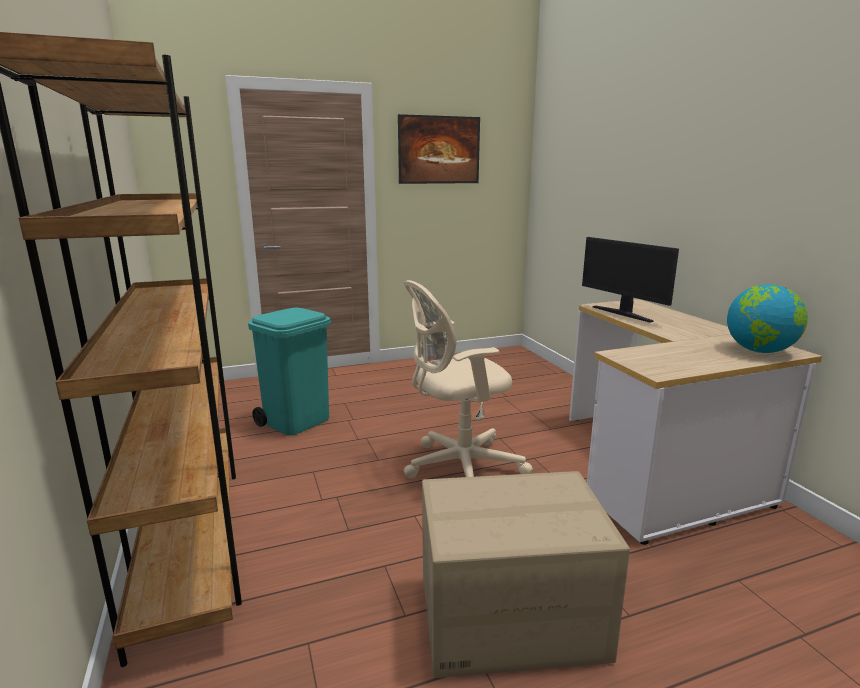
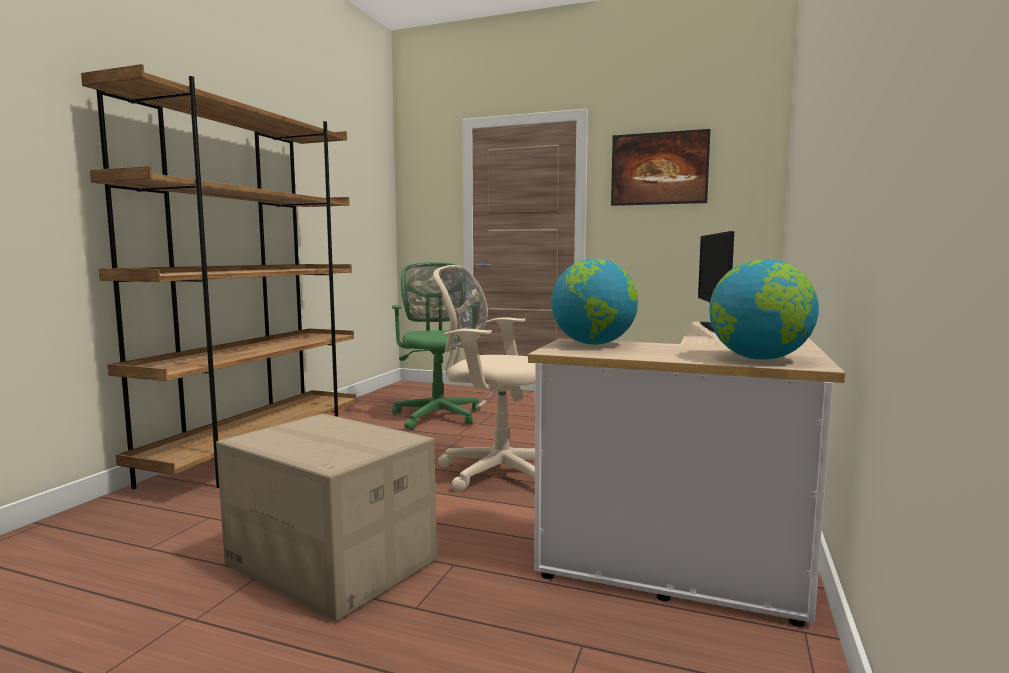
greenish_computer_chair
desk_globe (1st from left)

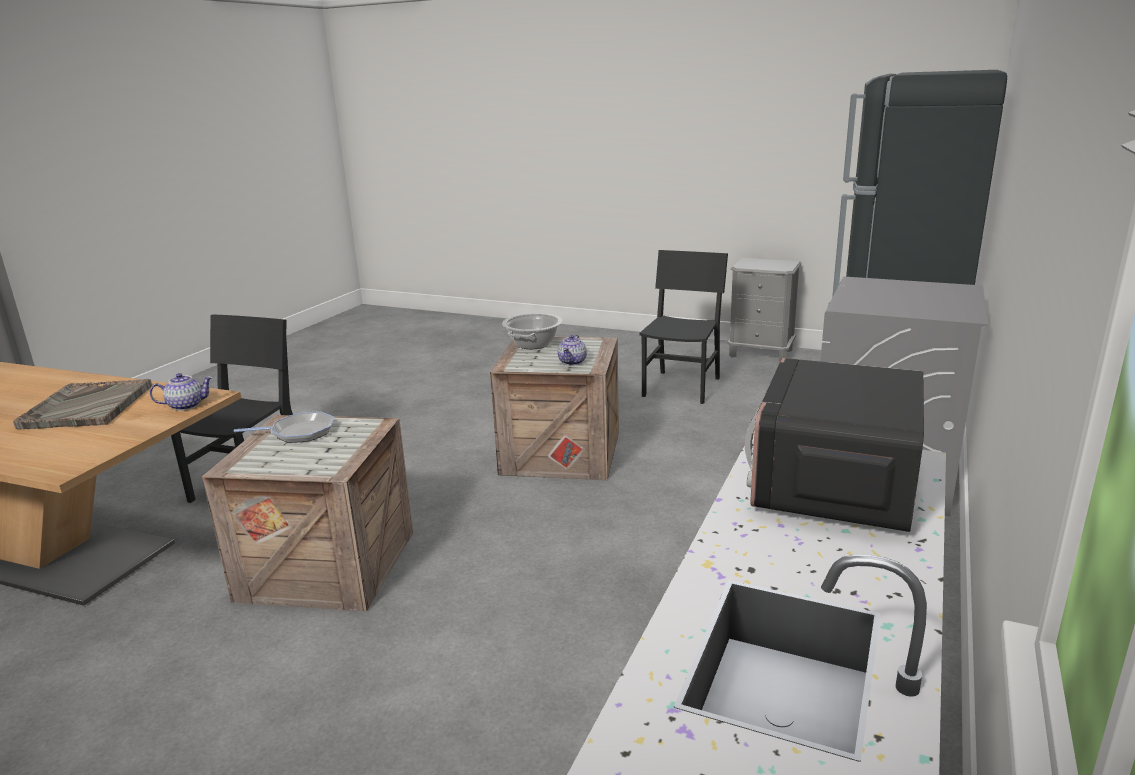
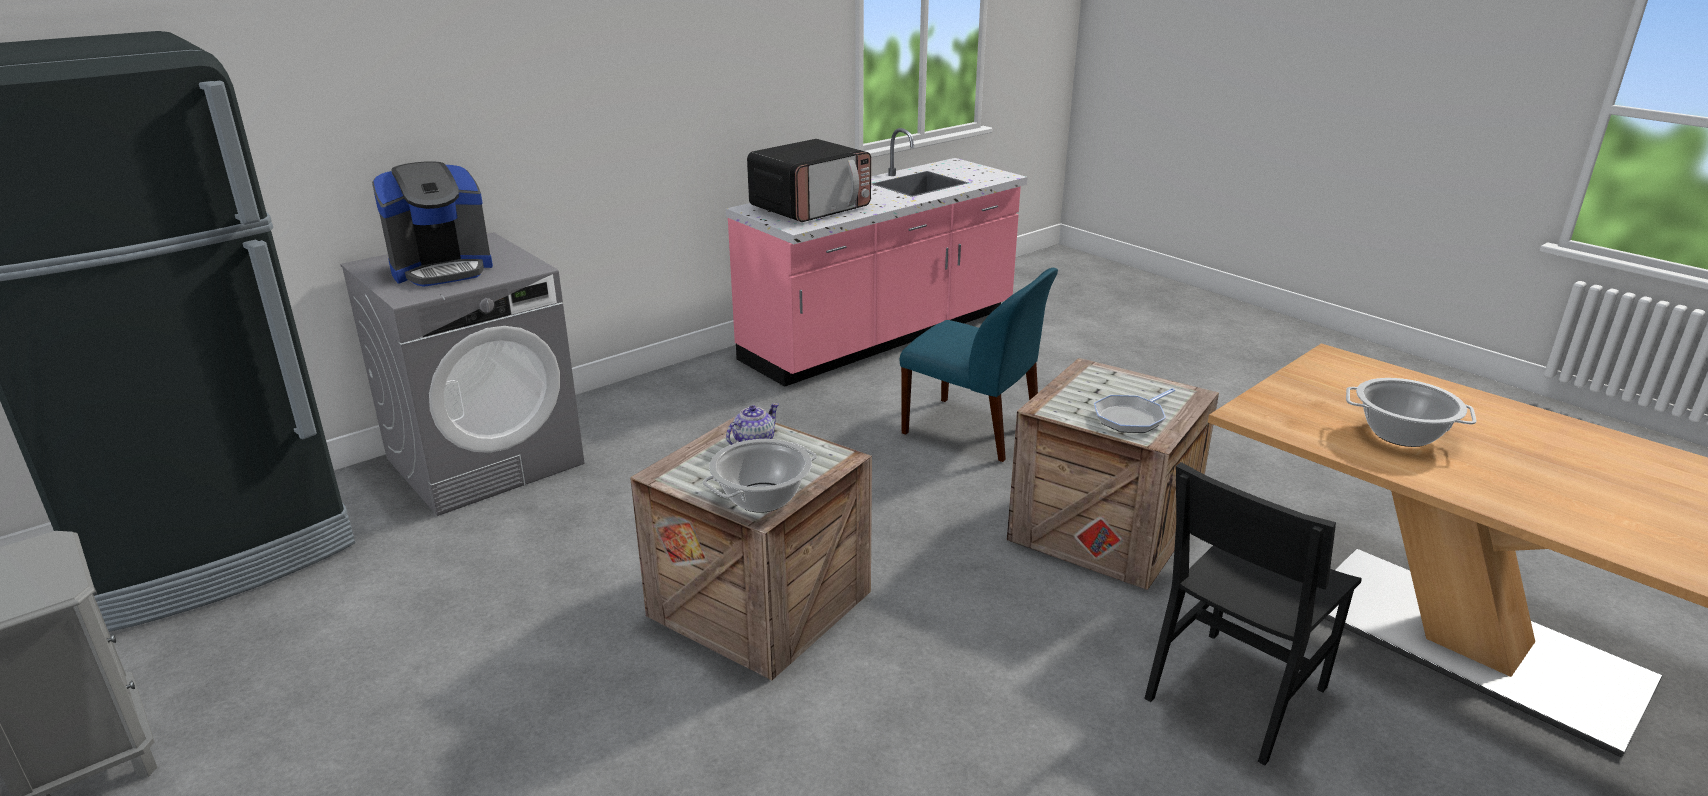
blackish_upright_chair (2nd from left in the first image)
pot_for_tea (1st from left in the first image)
cooking_pot (2nd from left)
skillet
coffee_brewer
bluish_upright_chair

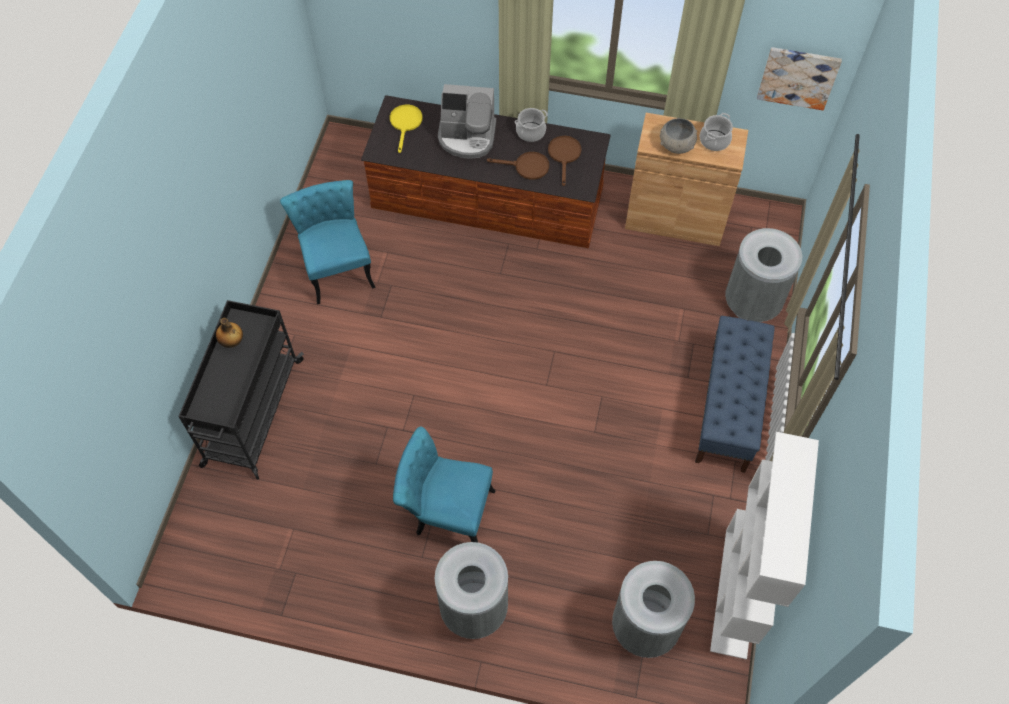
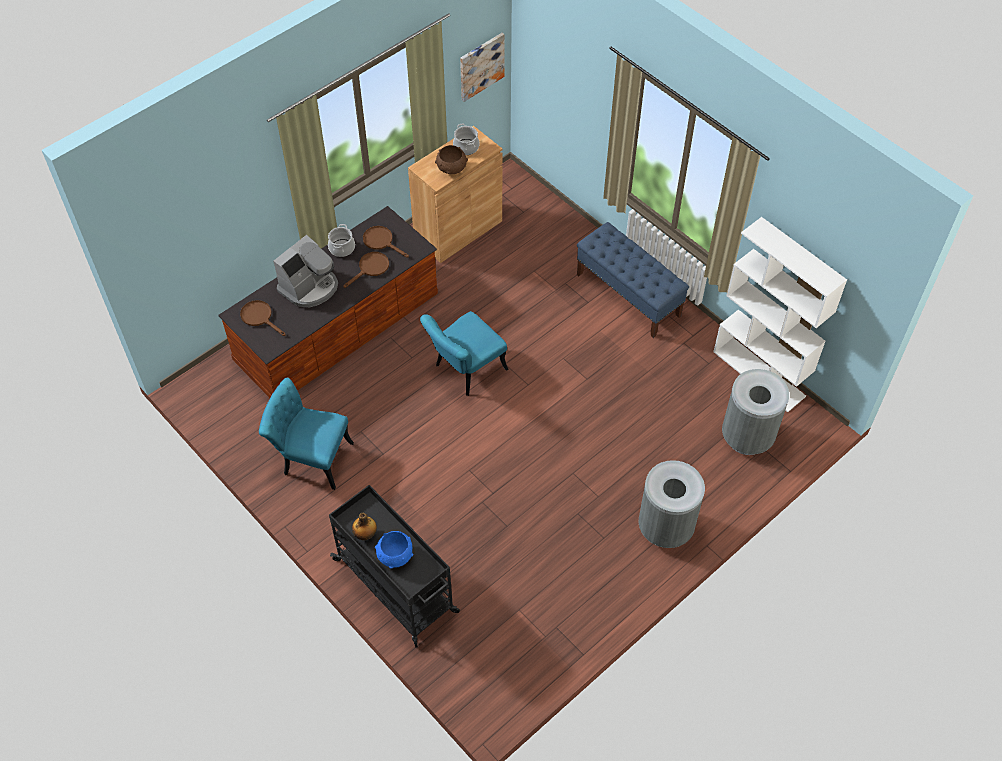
brown-coloured_skillet (1st from left)
brown-coloured_serving_bowl
grey_waste_bin (3rd from left in the first image)
turquoise_upright_chair (2nd from left)
bluish_serving_bowl

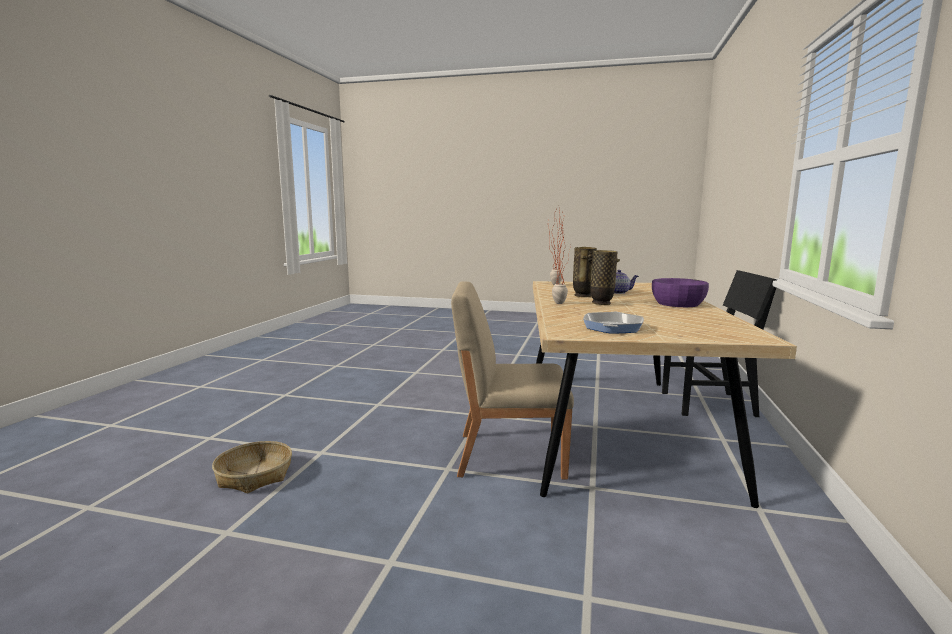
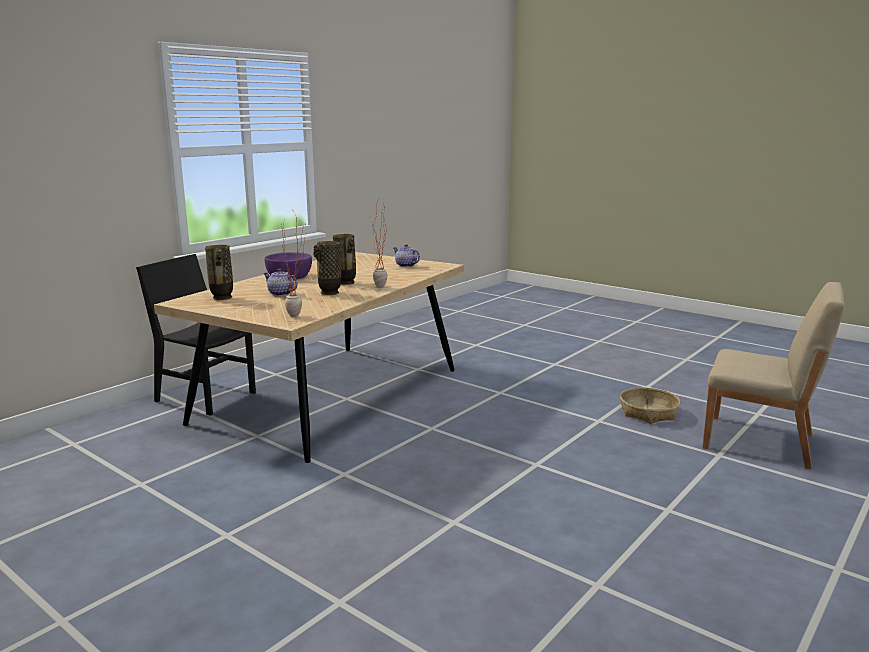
sand-coloured_upright_chair
pot_for_tea (2nd from left)
flower_vase (1st from left)

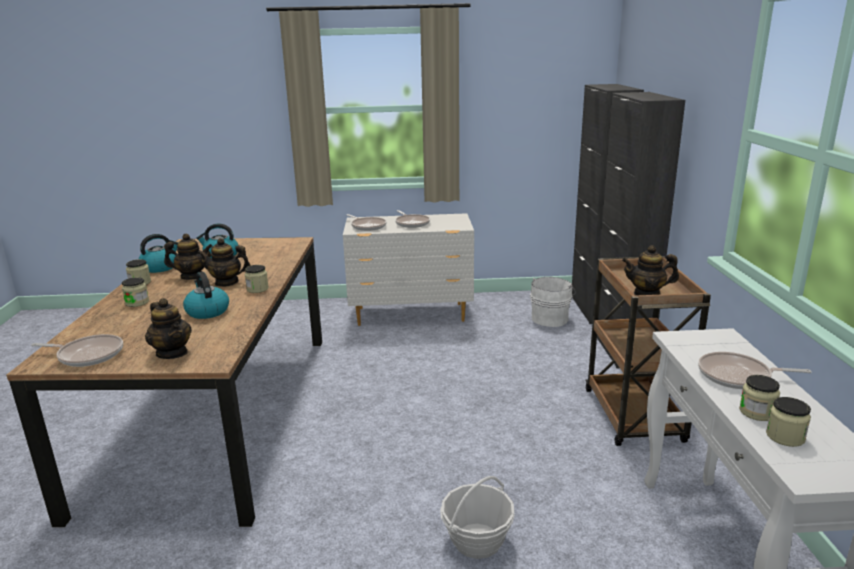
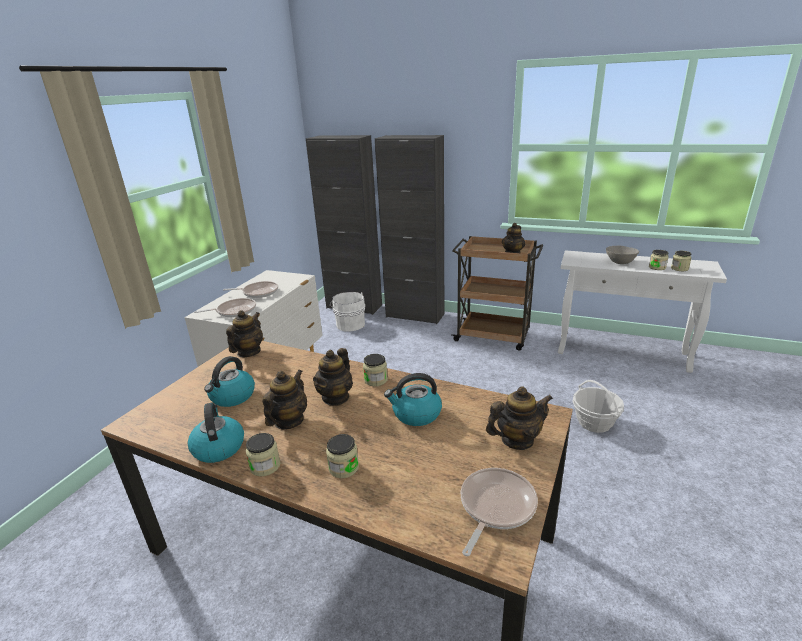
grey_serving_bowl
pot_for_tea (1st from left)

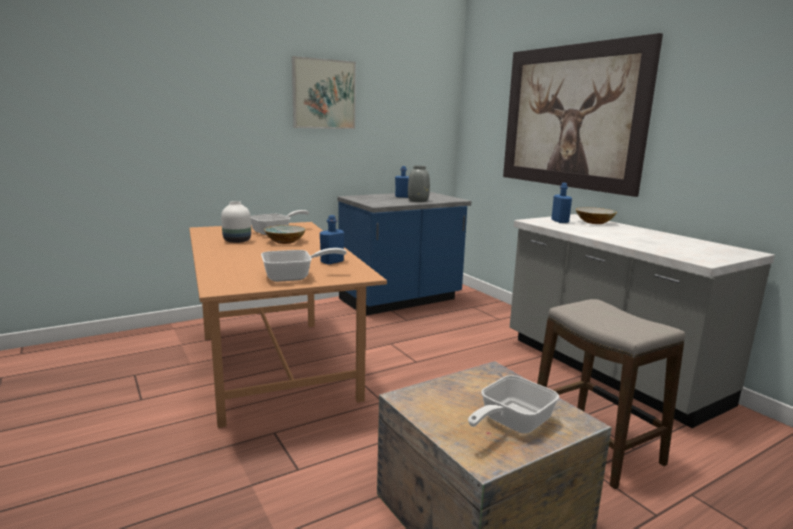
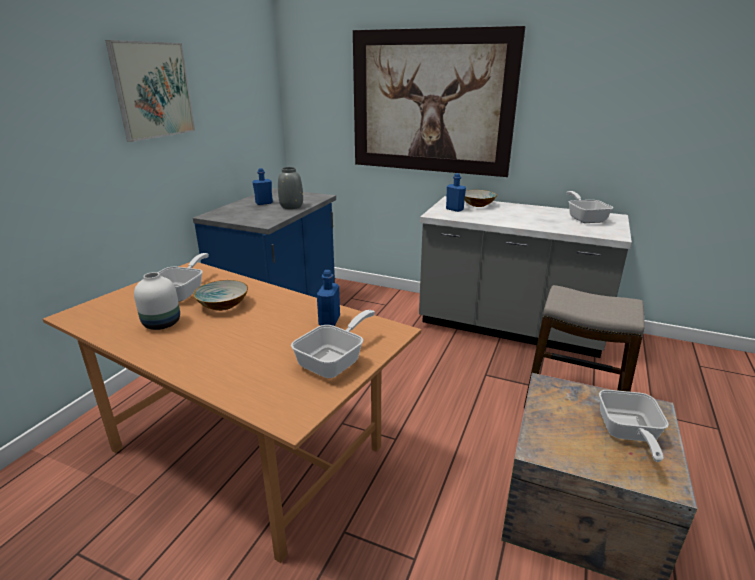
skillet (3rd from left)

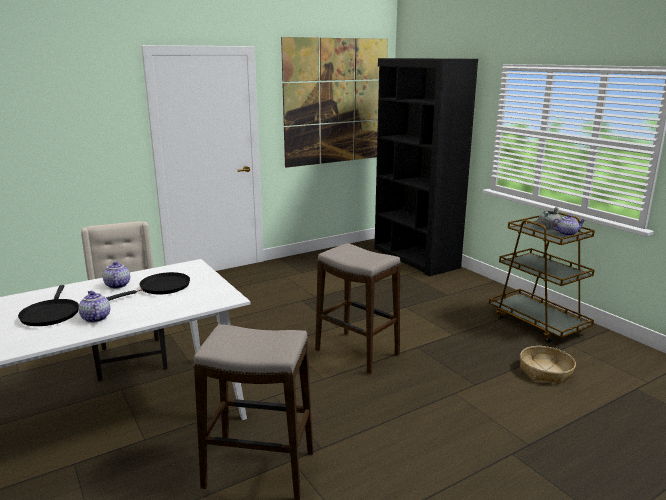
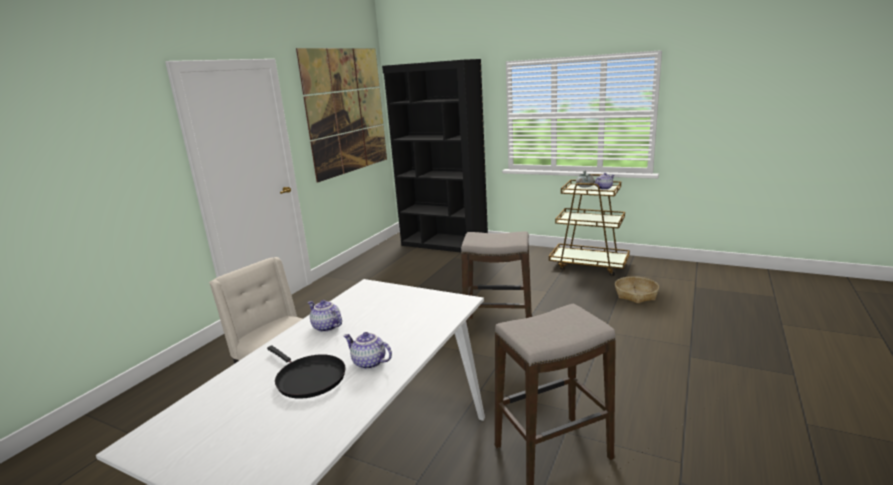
blackish_skillet (2nd from left in the first image)

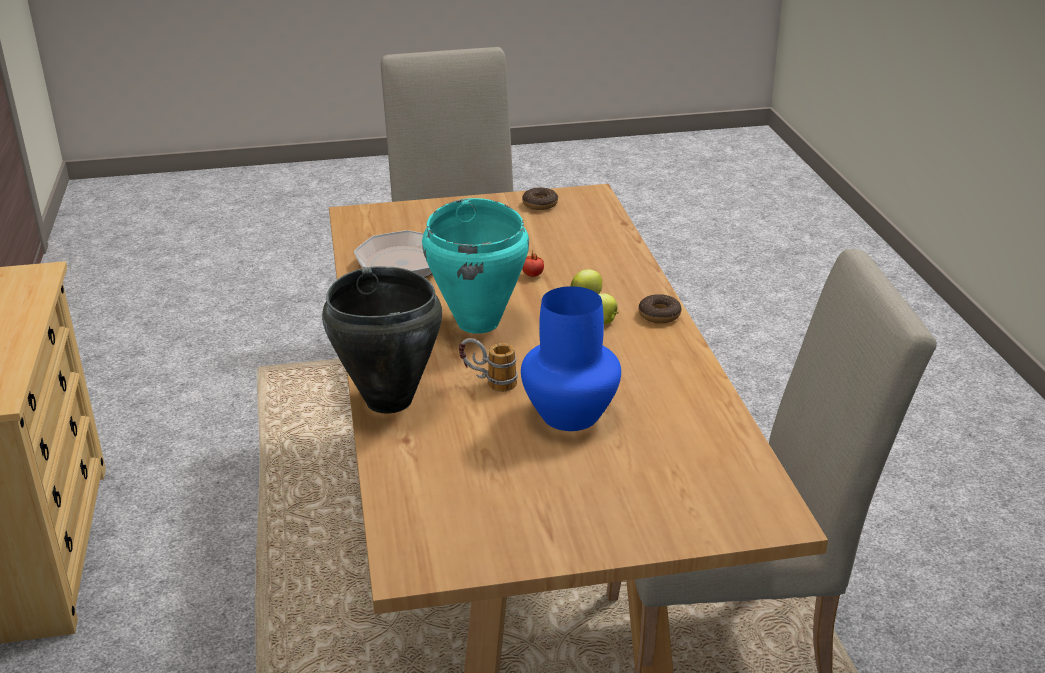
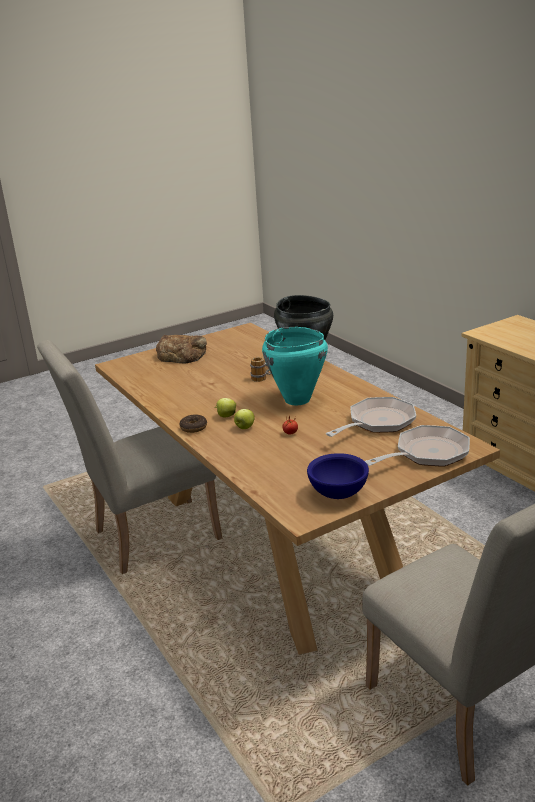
bluish_serving_bowl
bluish_flower_vase
baked_bread
skillet (2nd from left)

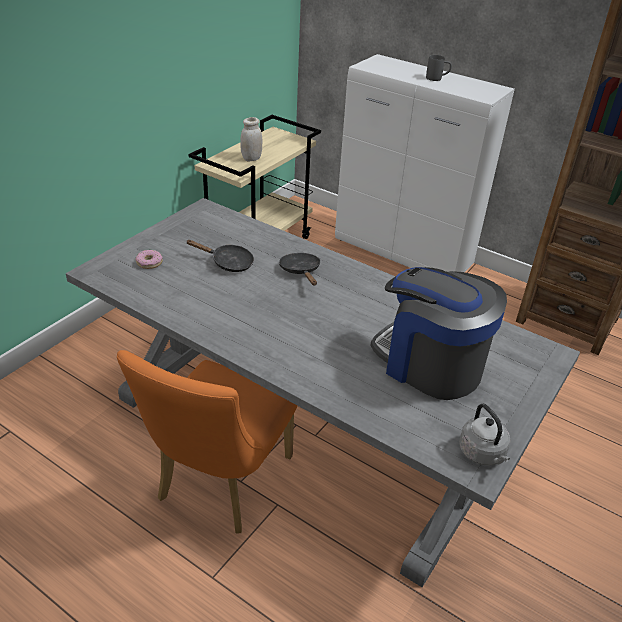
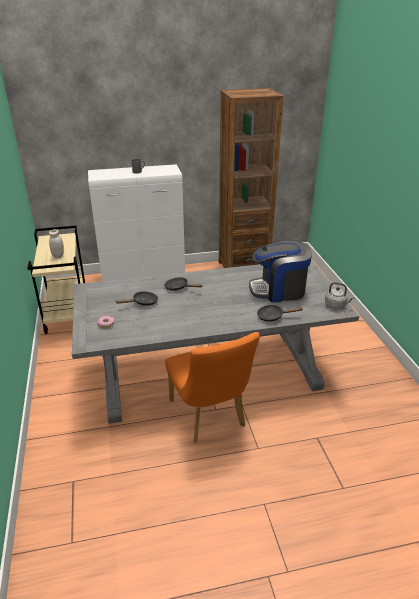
blackish_skillet (3rd from left)

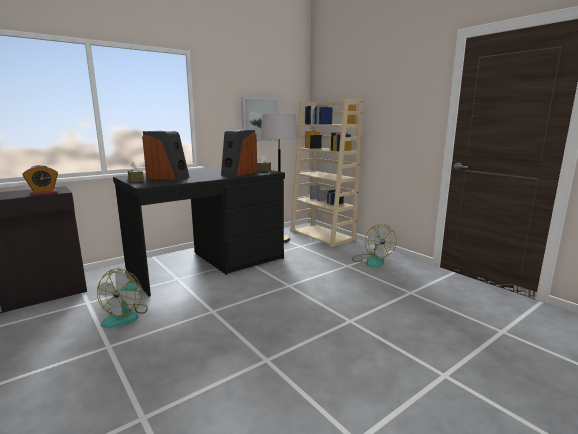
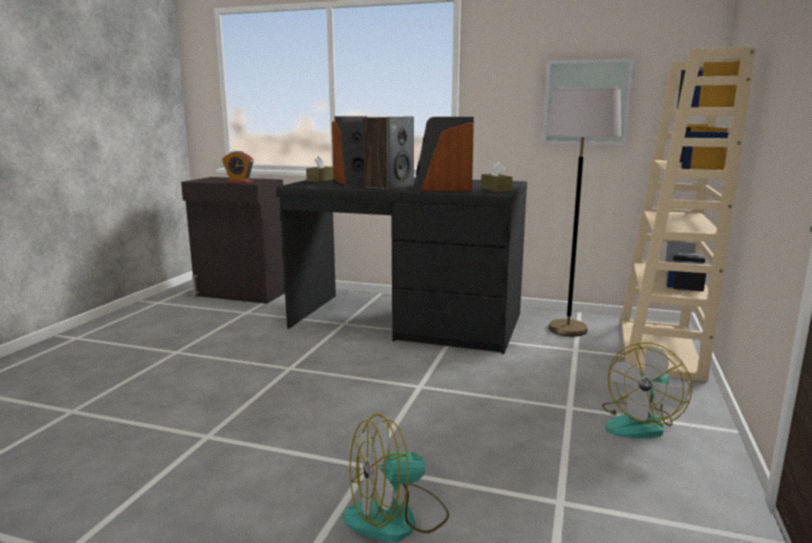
fan (1st from left)
audio_speaker (2nd from left)

